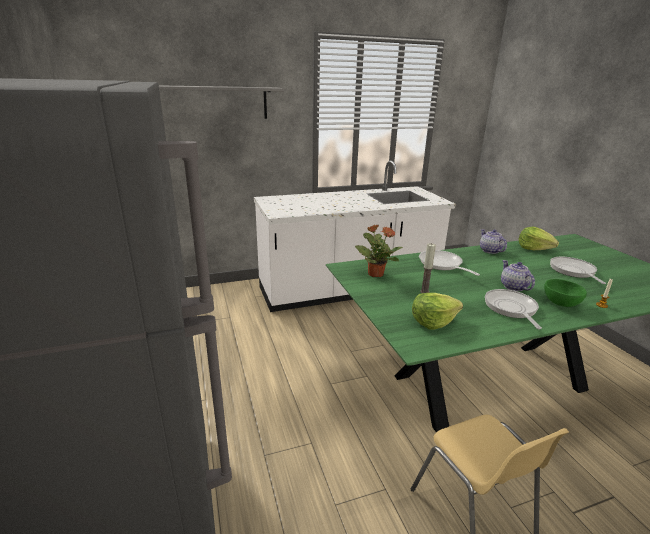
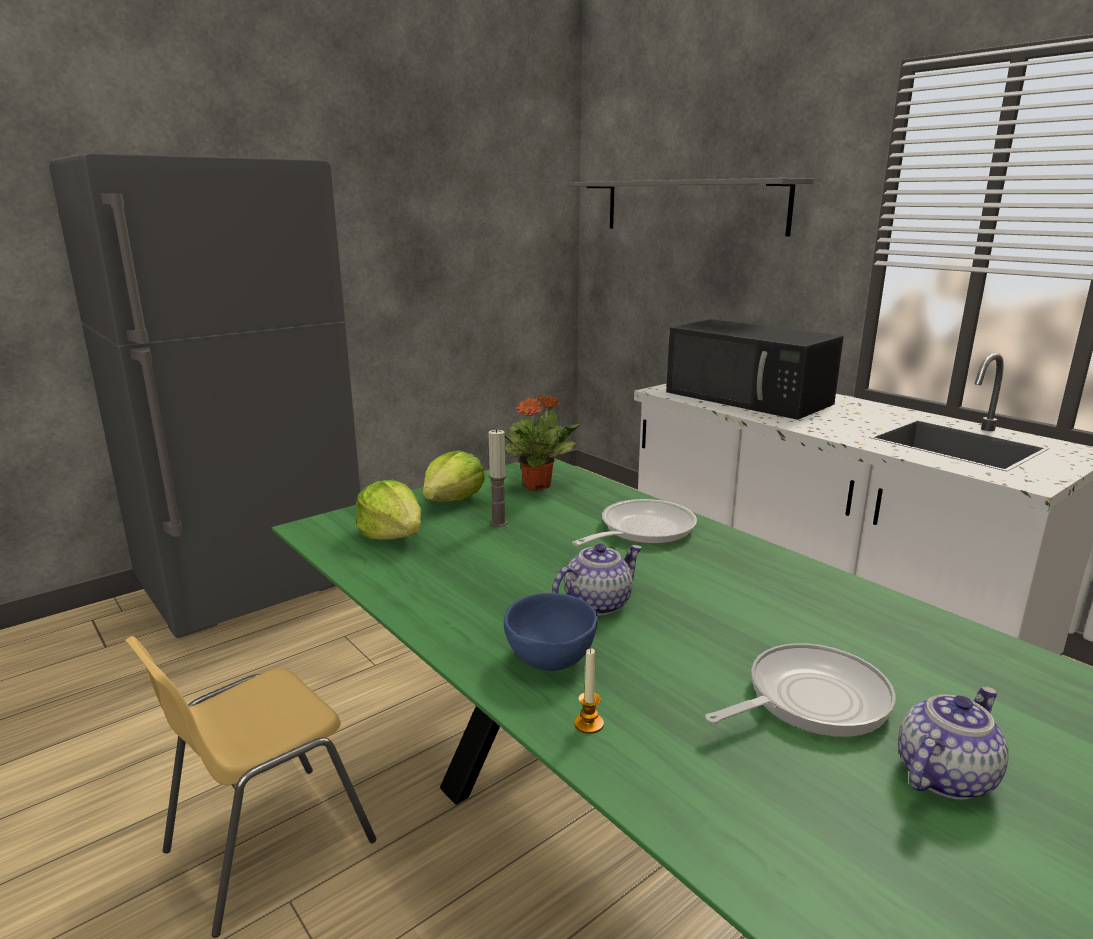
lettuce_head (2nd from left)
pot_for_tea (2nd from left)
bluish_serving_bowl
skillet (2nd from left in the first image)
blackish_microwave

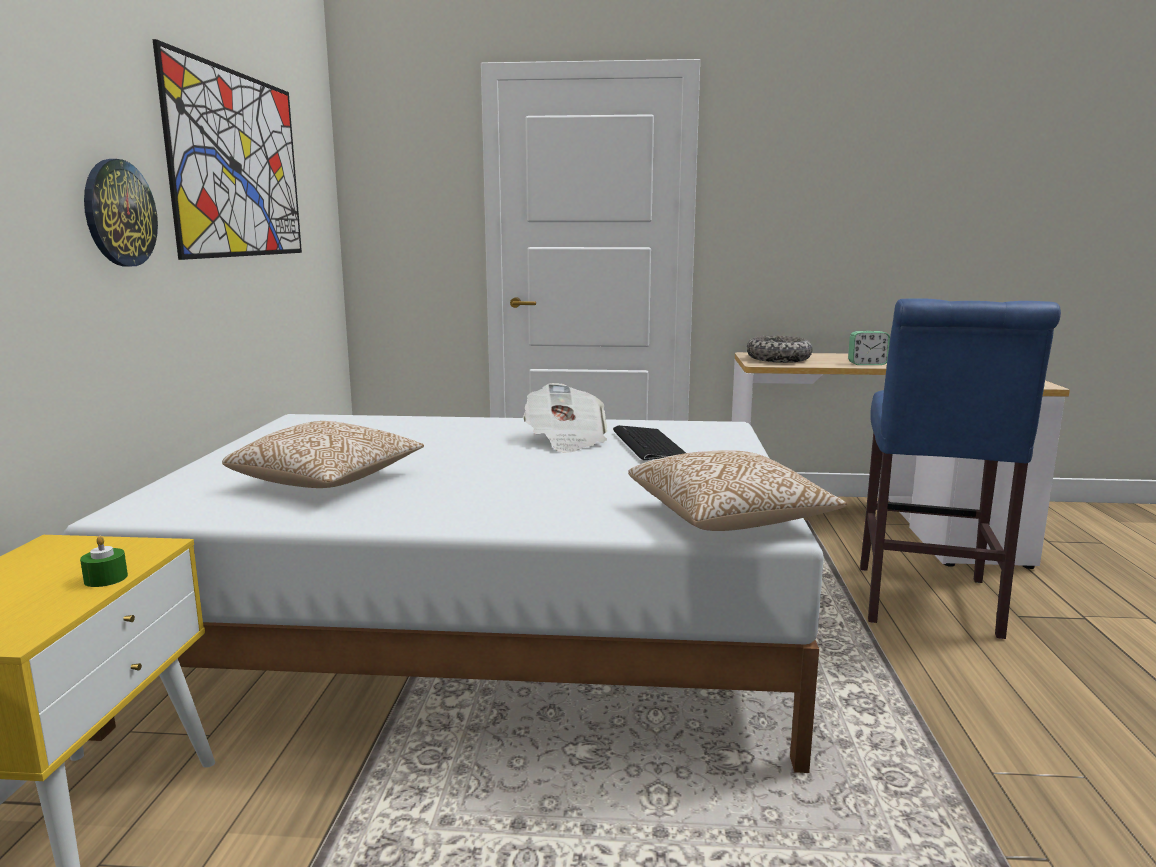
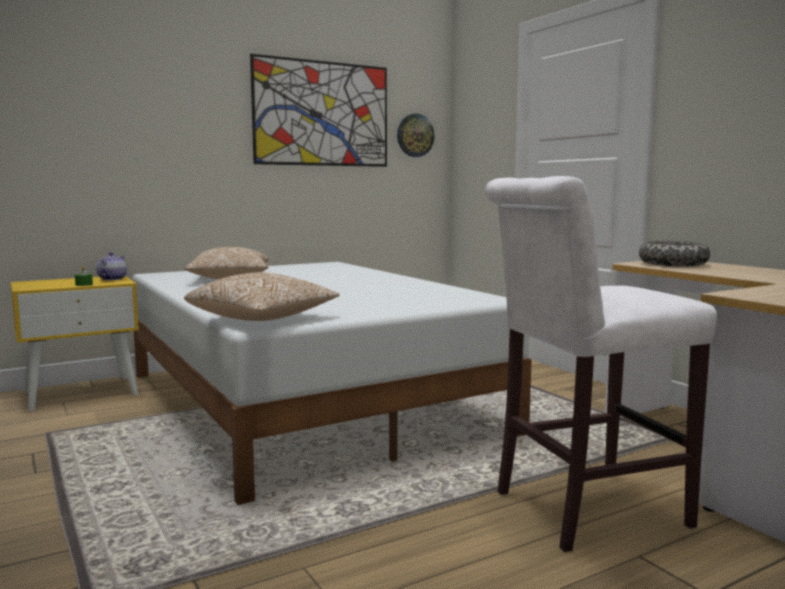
hanging_clock
white_sitting_stool
table_clock
printed_paper
keyboard
pot_for_tea

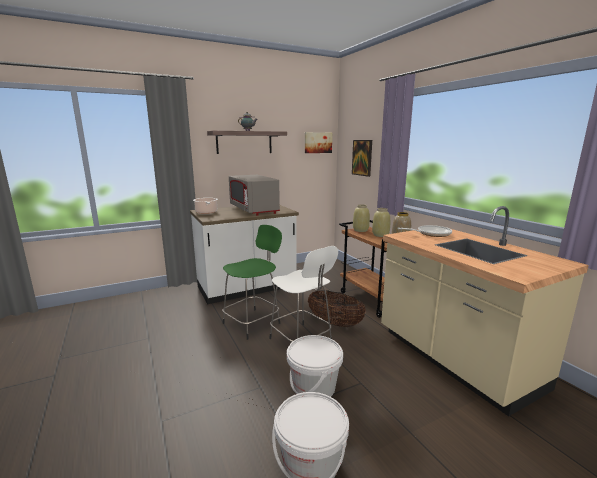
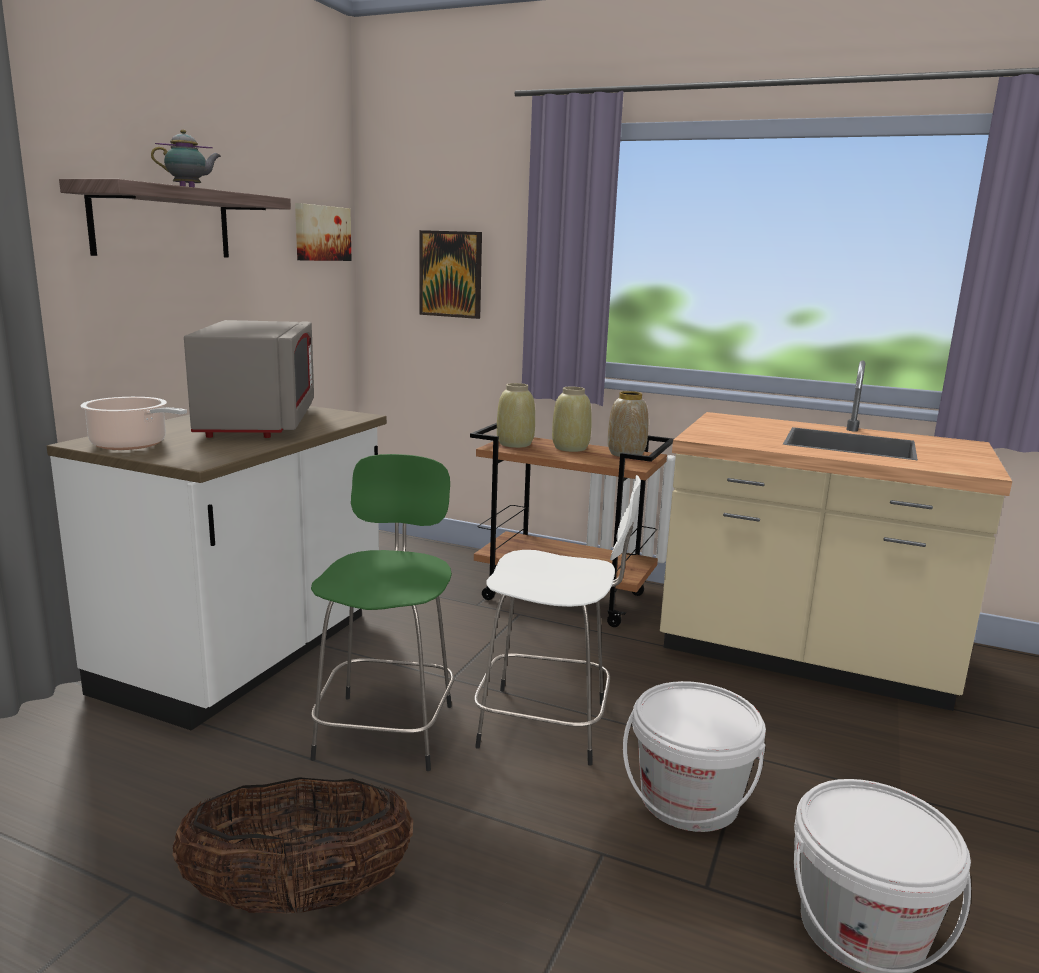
grey_microwave
skillet
household_basket

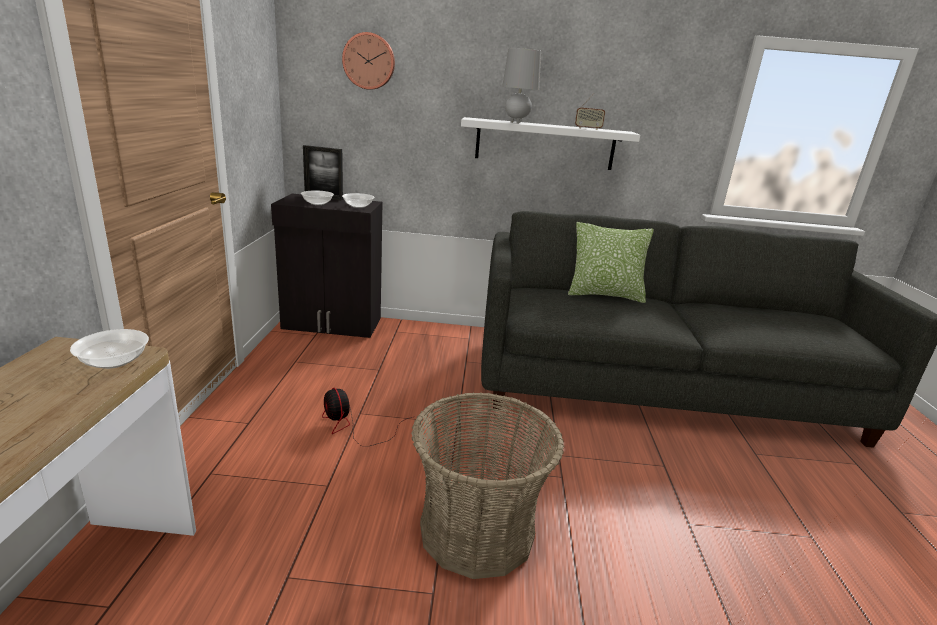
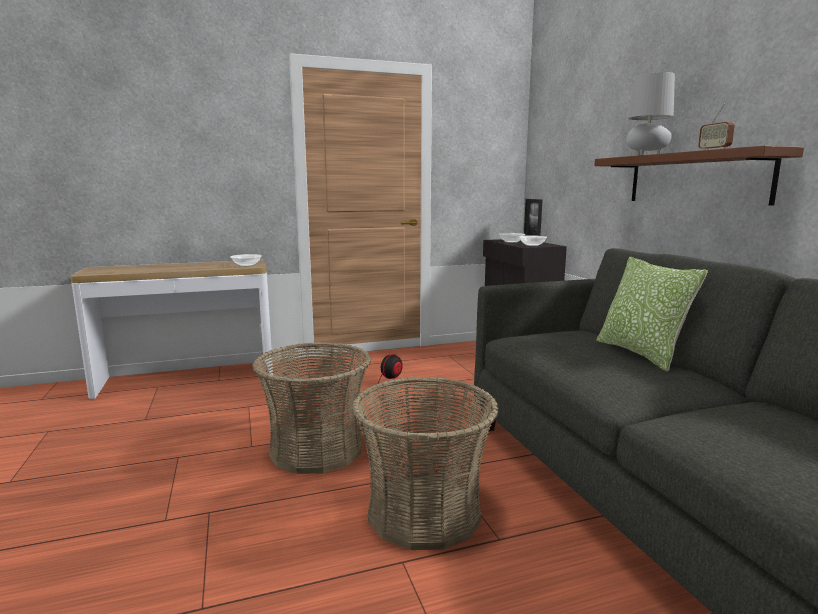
hanging_clock
brown-coloured_wall_shelf
household_basket (2nd from left)

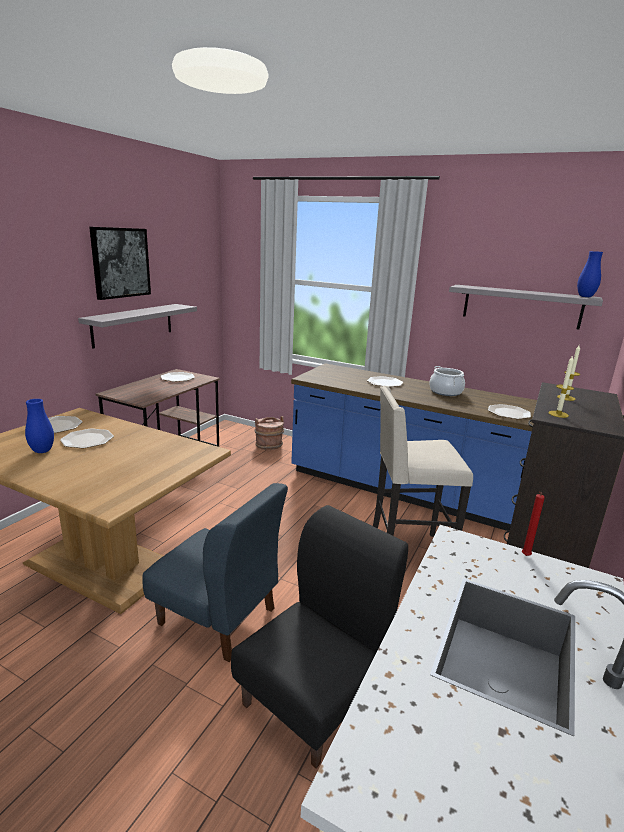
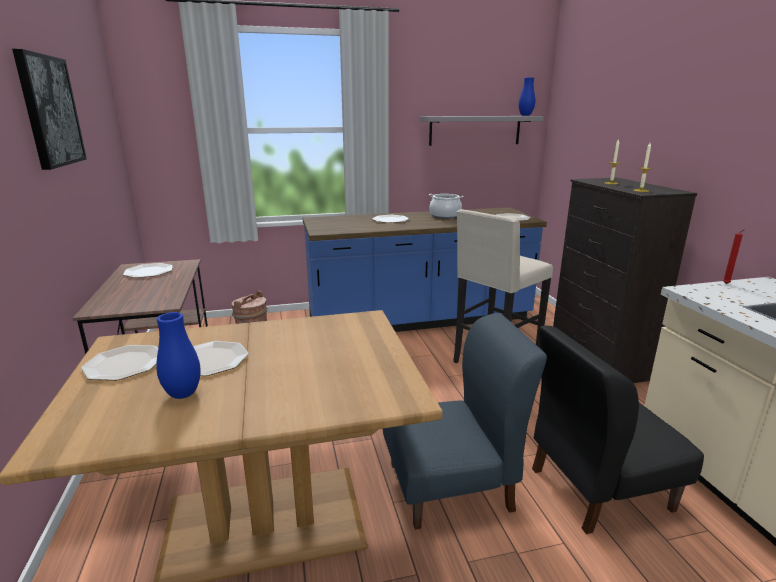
grey_wall_shelf (1st from left in the first image)
blackish_upright_chair

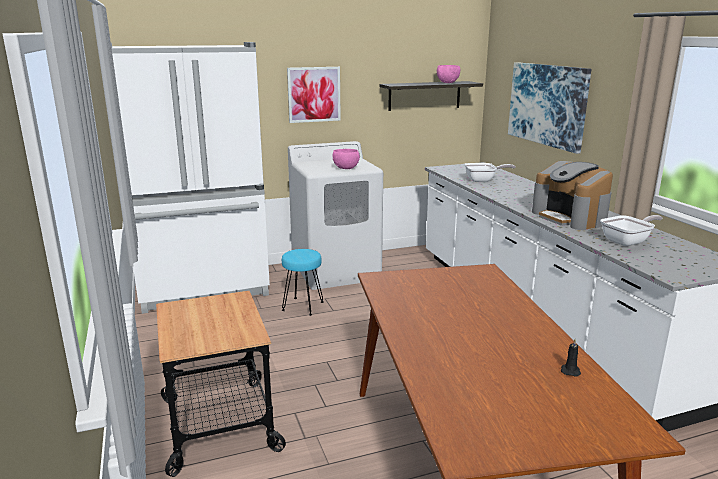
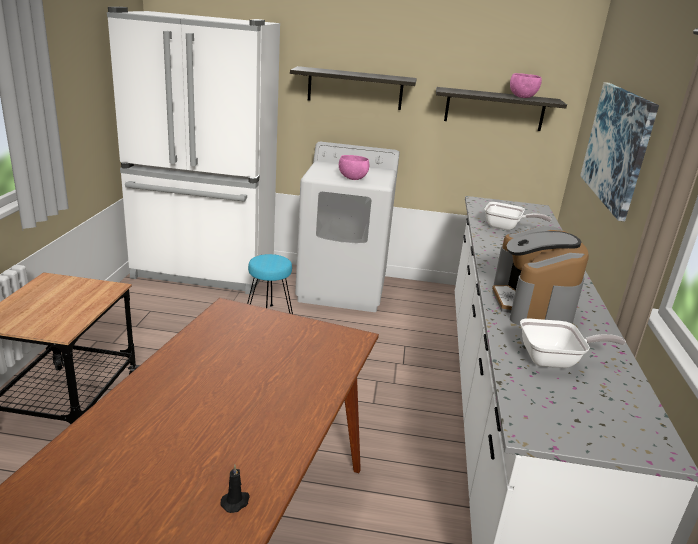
wall_shelf (1st from left)

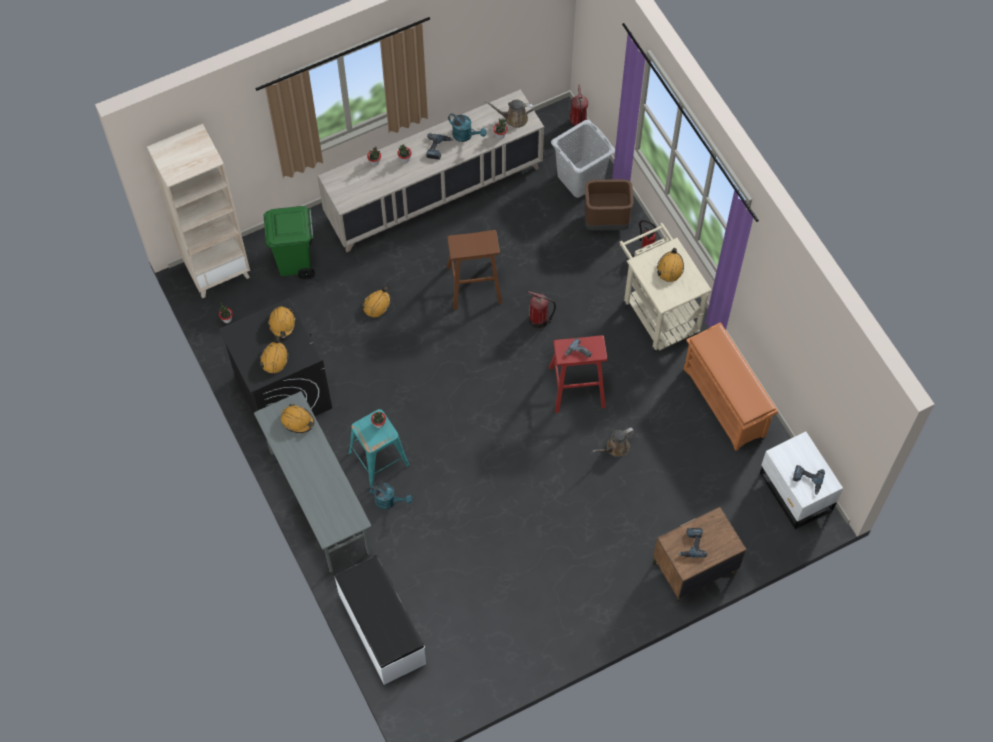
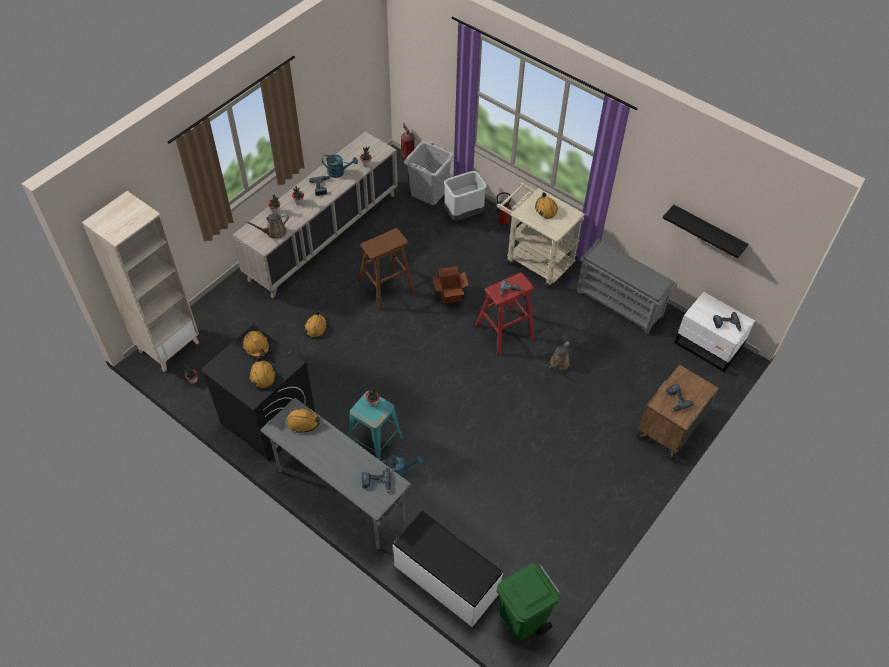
brown-coloured_sprinkling_can (1st from left)
grey_waste_bin
greenish_waste_bin
packing_box
grey_shoe_rack
blackish_wall_shelf
power_drill (2nd from left)

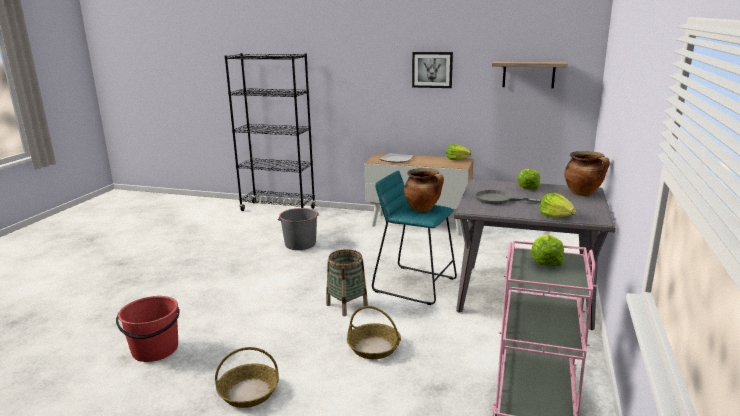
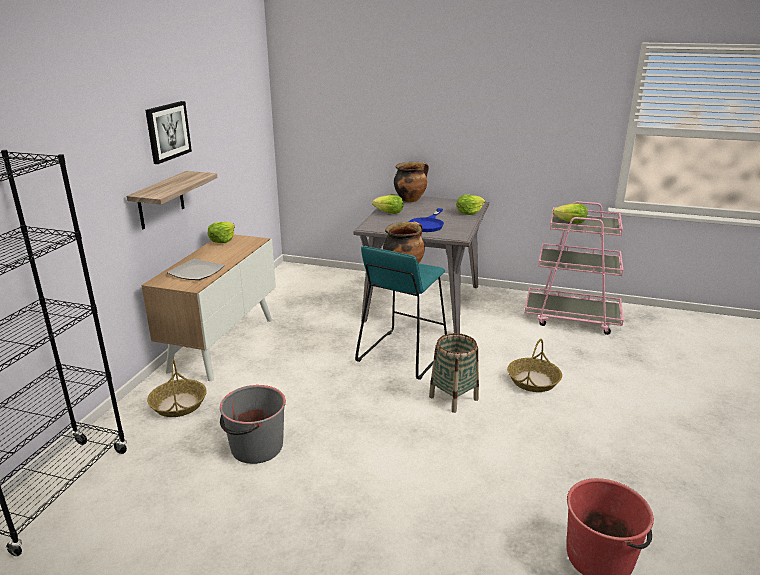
wall_shelf
bluish_skillet
household_basket (1st from left)

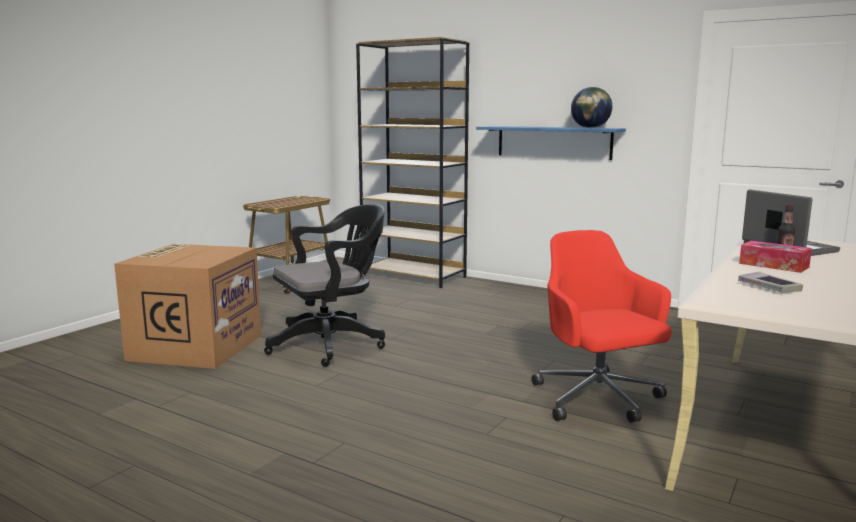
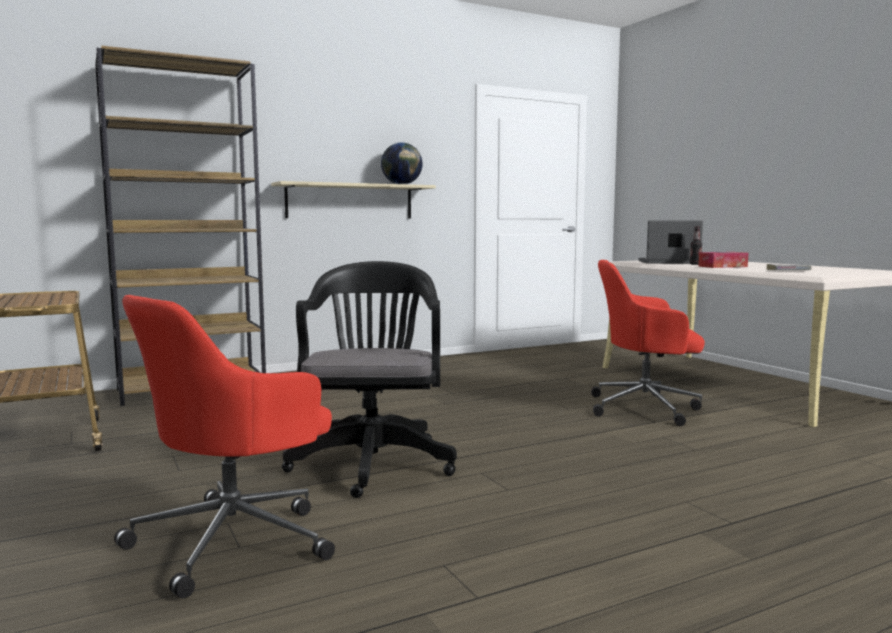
sand-coloured_wall_shelf
red-coloured_computer_chair (1st from left)

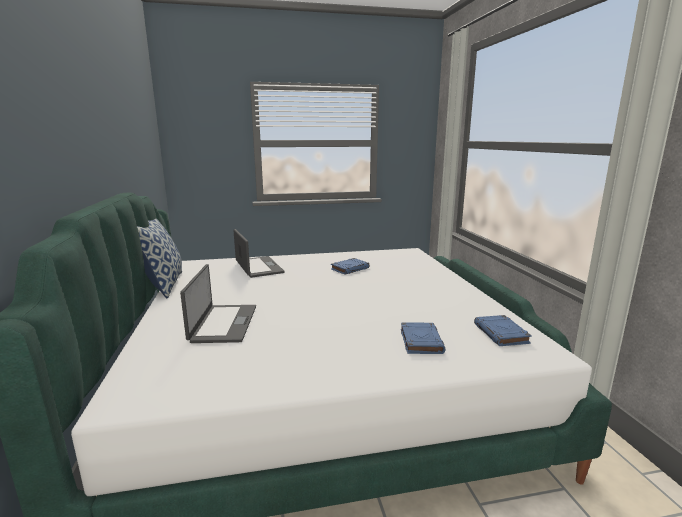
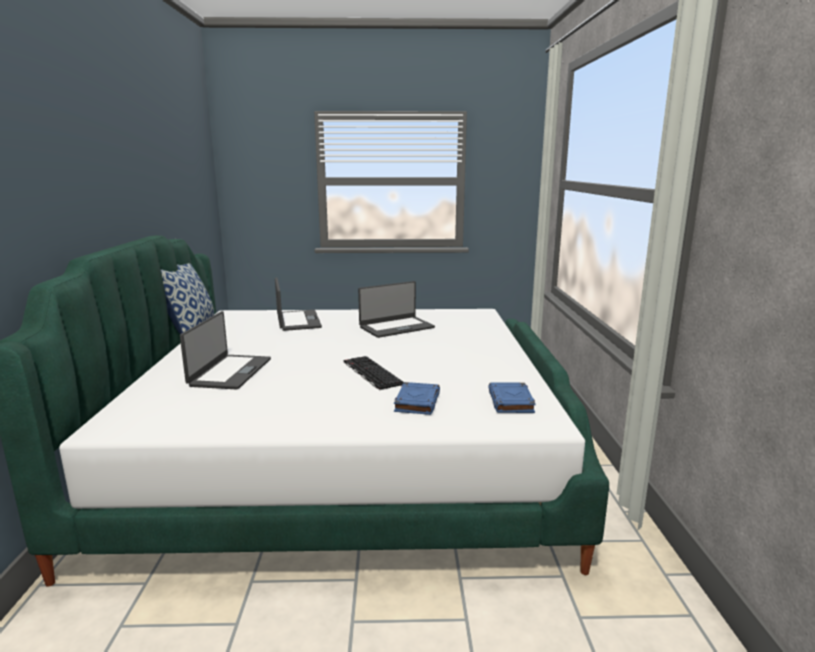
portable_computer (3rd from left)
keyboard

